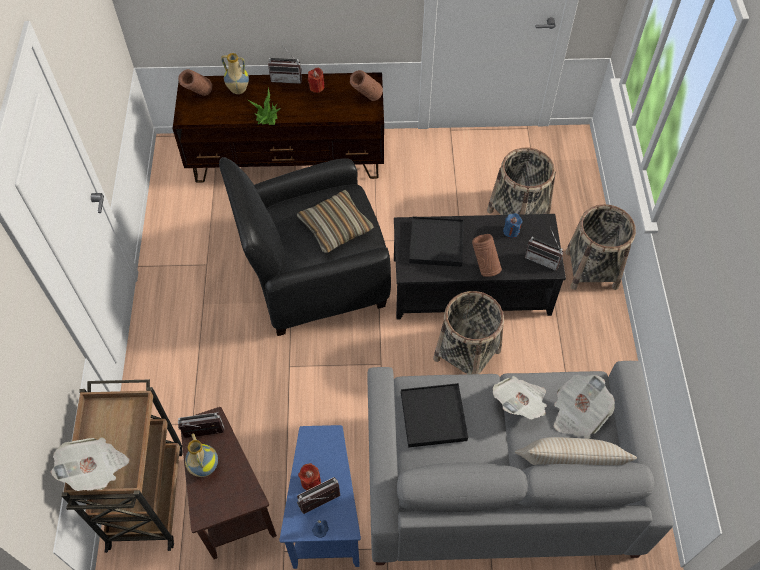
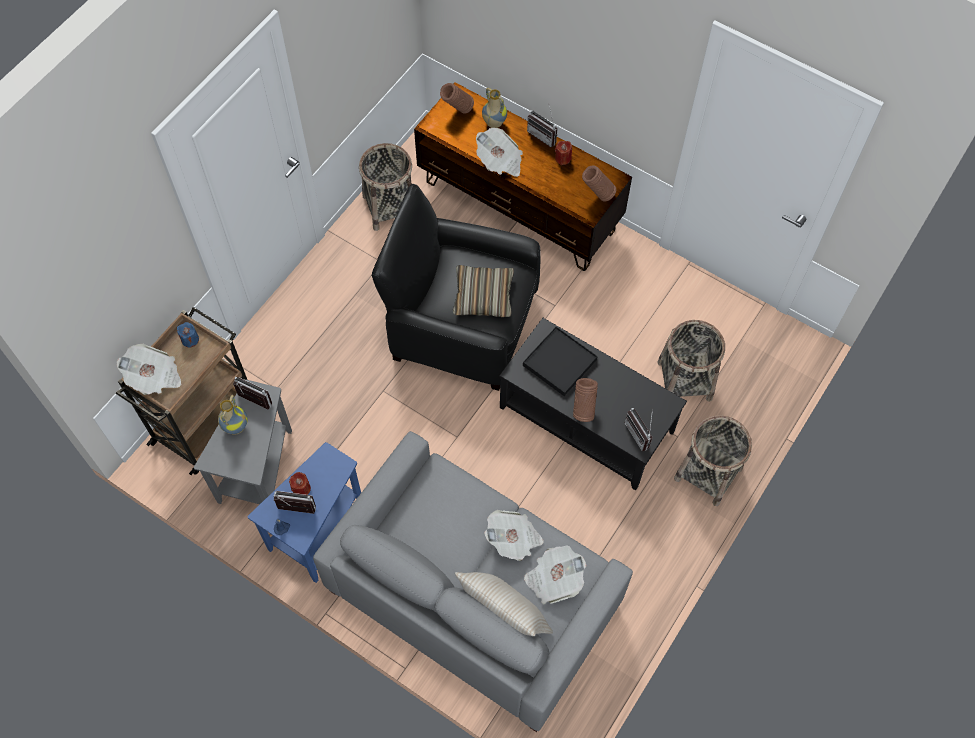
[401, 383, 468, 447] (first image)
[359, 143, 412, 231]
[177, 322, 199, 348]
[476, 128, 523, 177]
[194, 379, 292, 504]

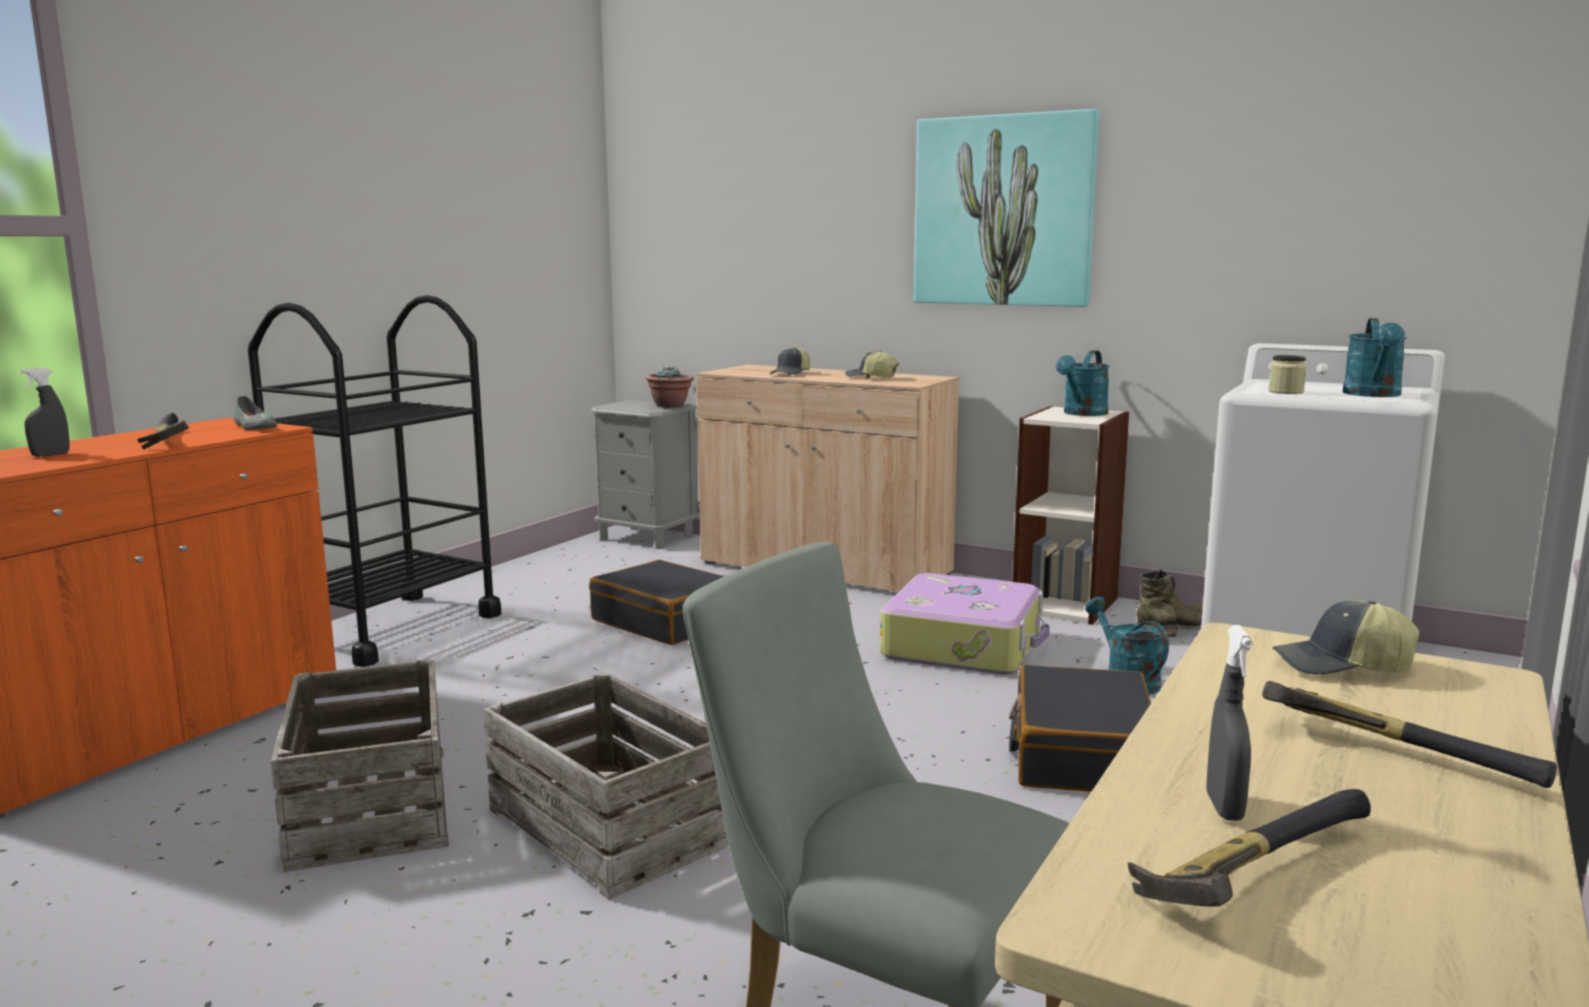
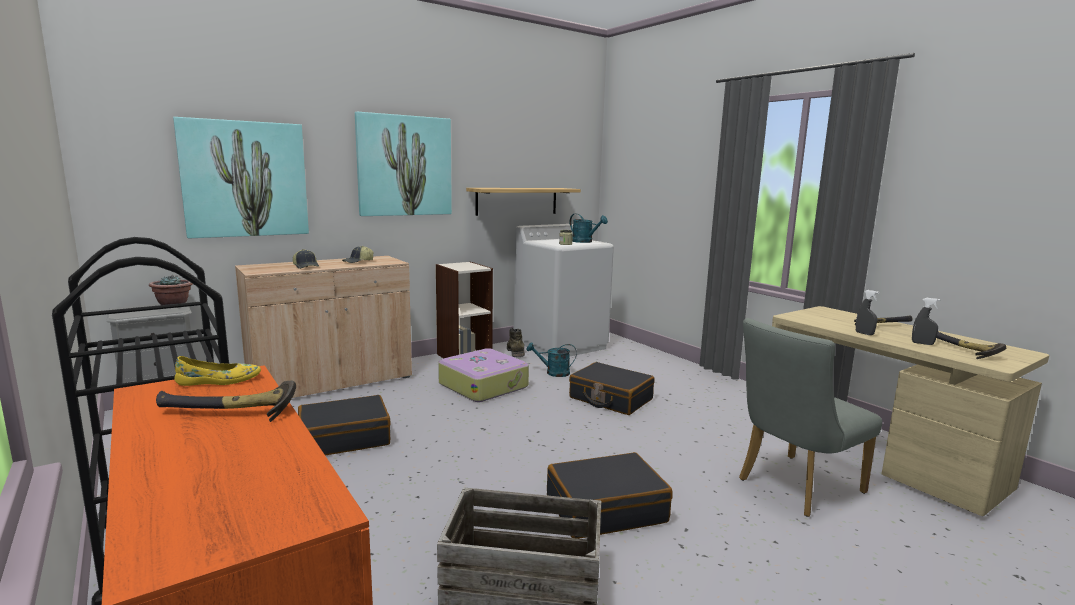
[1056, 350, 1109, 416] (first image)
[1272, 600, 1419, 675] (first image)
[173, 117, 309, 238]
[466, 188, 581, 216]
[856, 290, 879, 335]
[547, 452, 673, 539]
[174, 356, 261, 386]

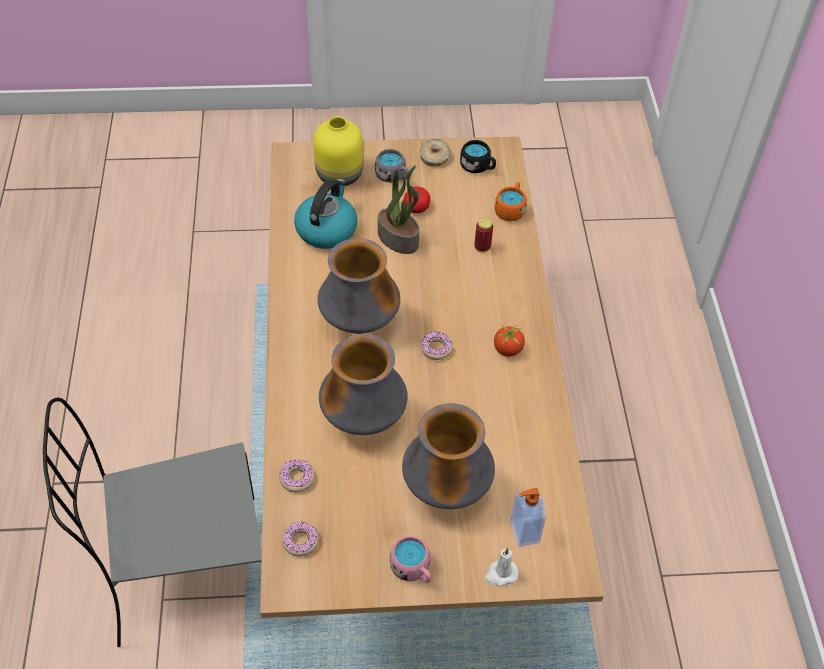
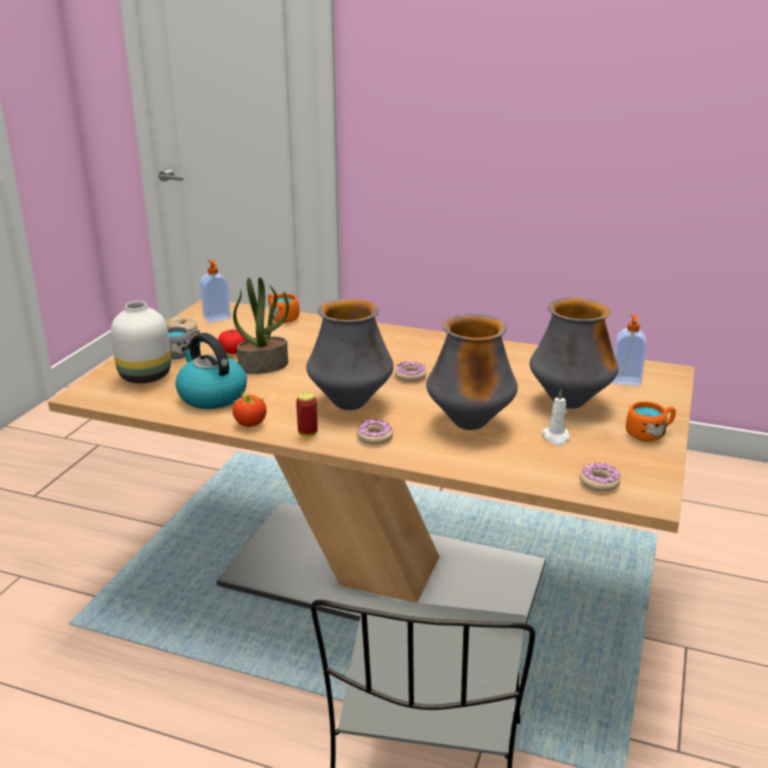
[357, 420, 393, 445]
[296, 392, 318, 437]
[542, 389, 570, 446]
[232, 393, 267, 427]
[200, 260, 231, 323]
[111, 301, 171, 383]
[626, 401, 676, 442]

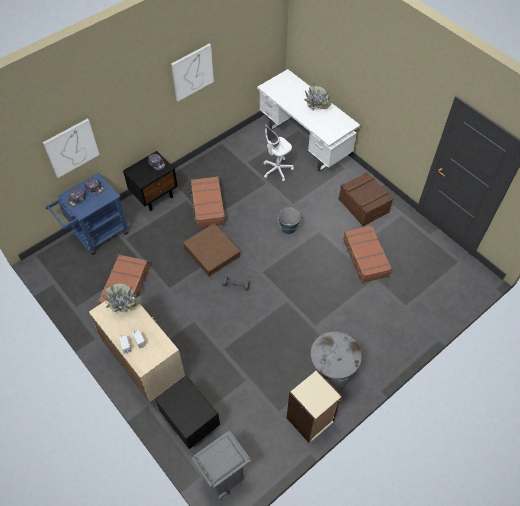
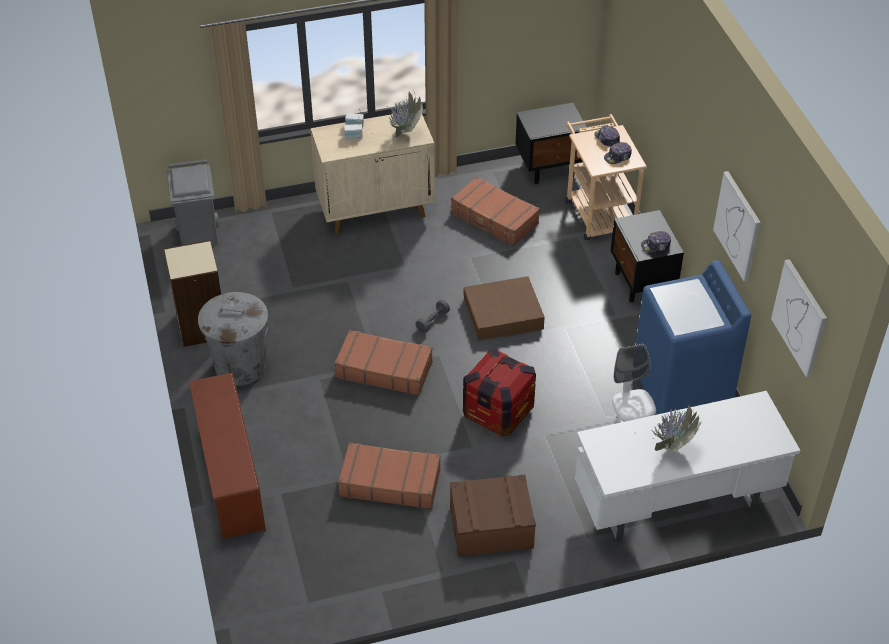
[189, 373, 266, 539]
[635, 260, 751, 414]
[771, 259, 827, 378]
[515, 103, 586, 184]
[335, 330, 433, 396]
[463, 349, 536, 436]
[565, 114, 647, 240]

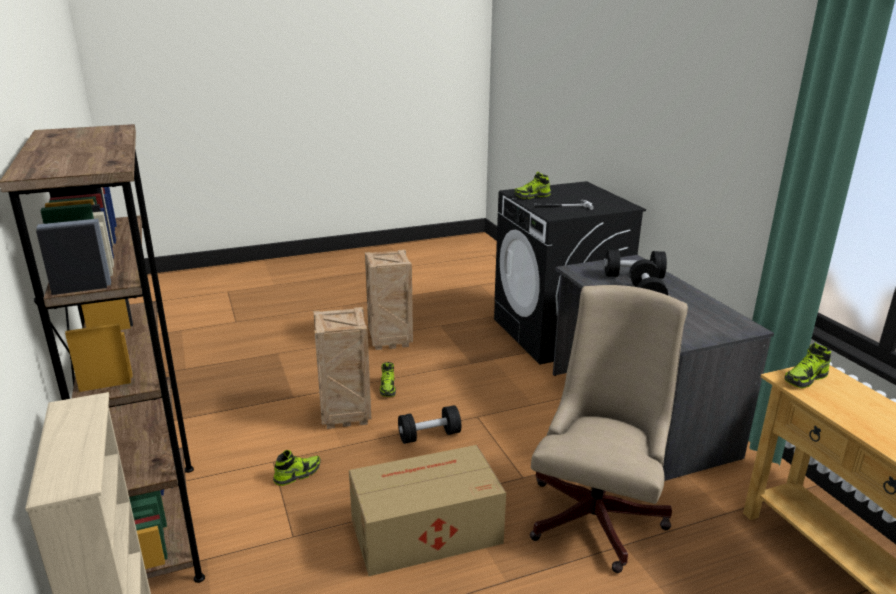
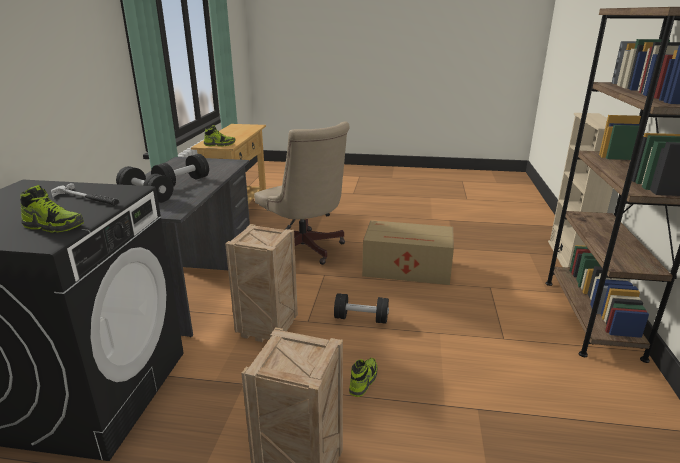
[273, 450, 321, 486] (first image)
[225, 224, 298, 342]
[254, 122, 350, 265]

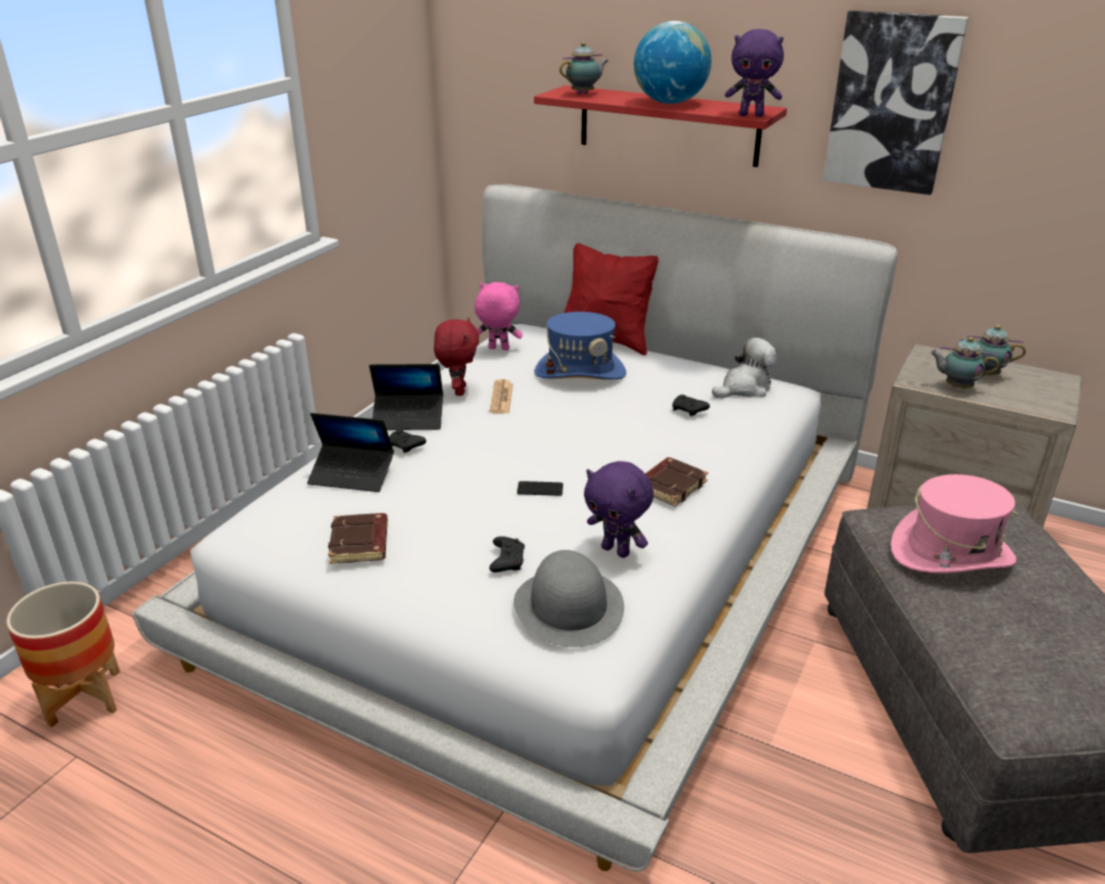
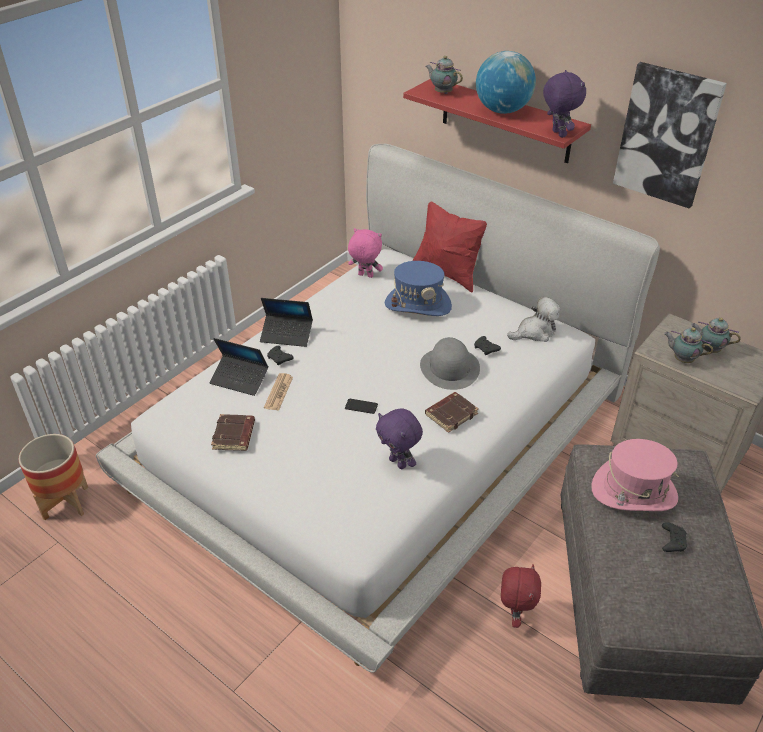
[501, 564, 541, 628]
[264, 373, 293, 411]
[662, 522, 687, 552]
[420, 337, 480, 390]
[425, 56, 463, 94]
[543, 70, 586, 138]

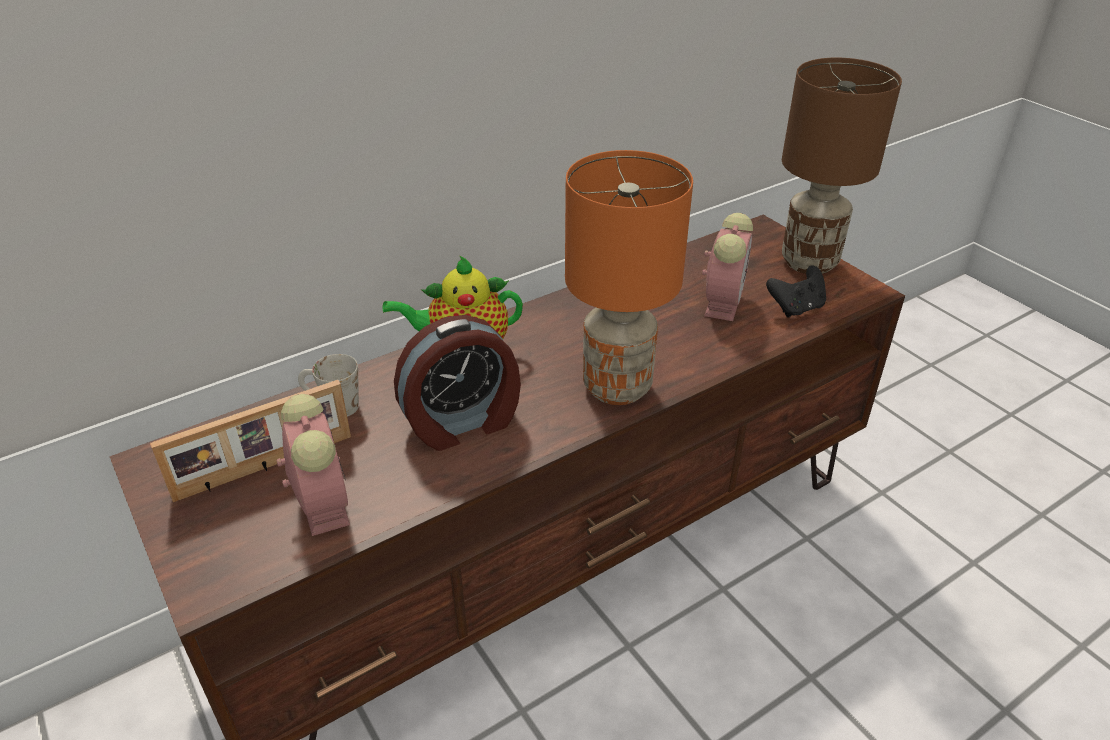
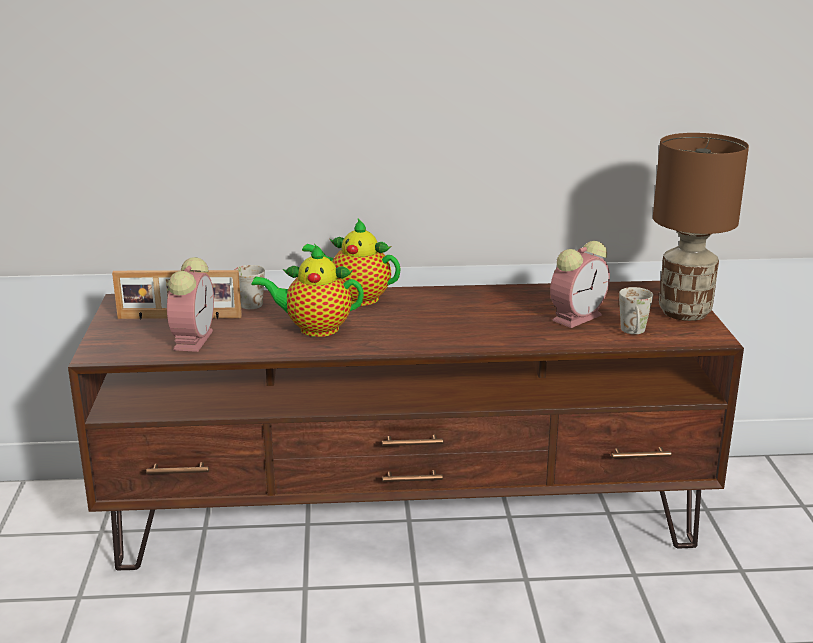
[565, 150, 693, 405] (first image)
[251, 244, 364, 337]
[619, 287, 653, 334]

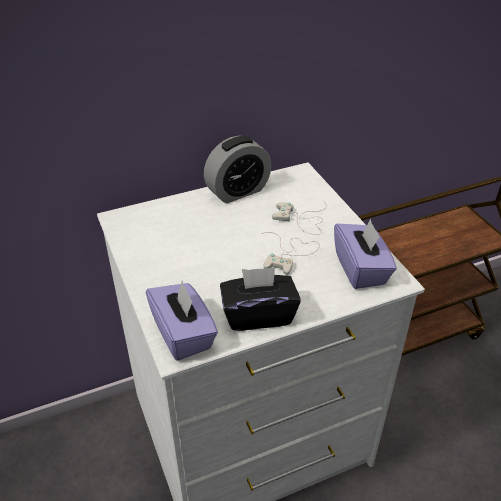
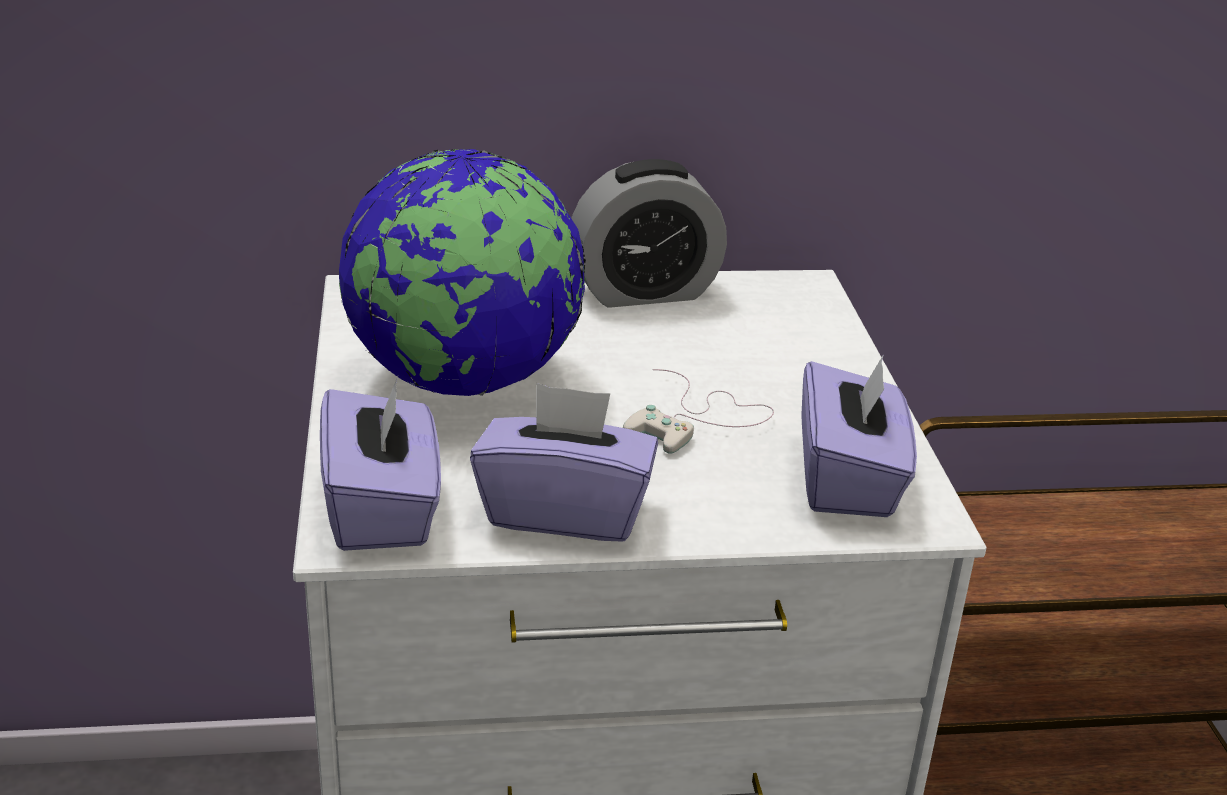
[272, 200, 326, 235] (first image)
[339, 149, 586, 396]
[470, 383, 658, 542]

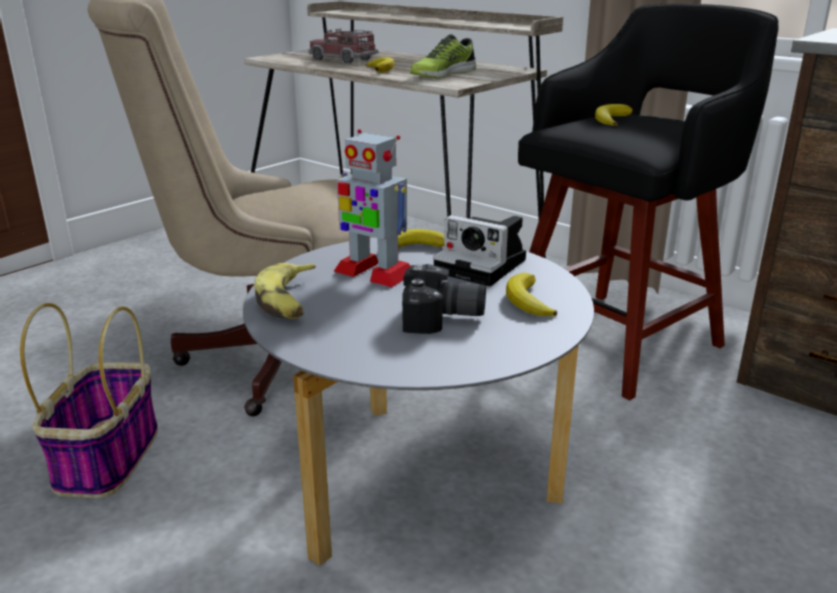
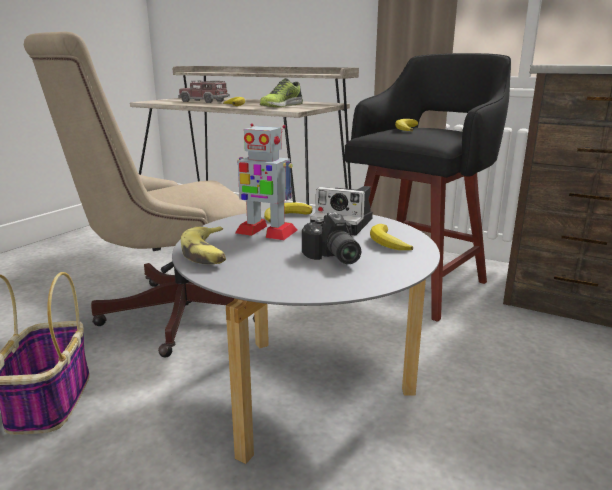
[302, 212, 361, 264]

